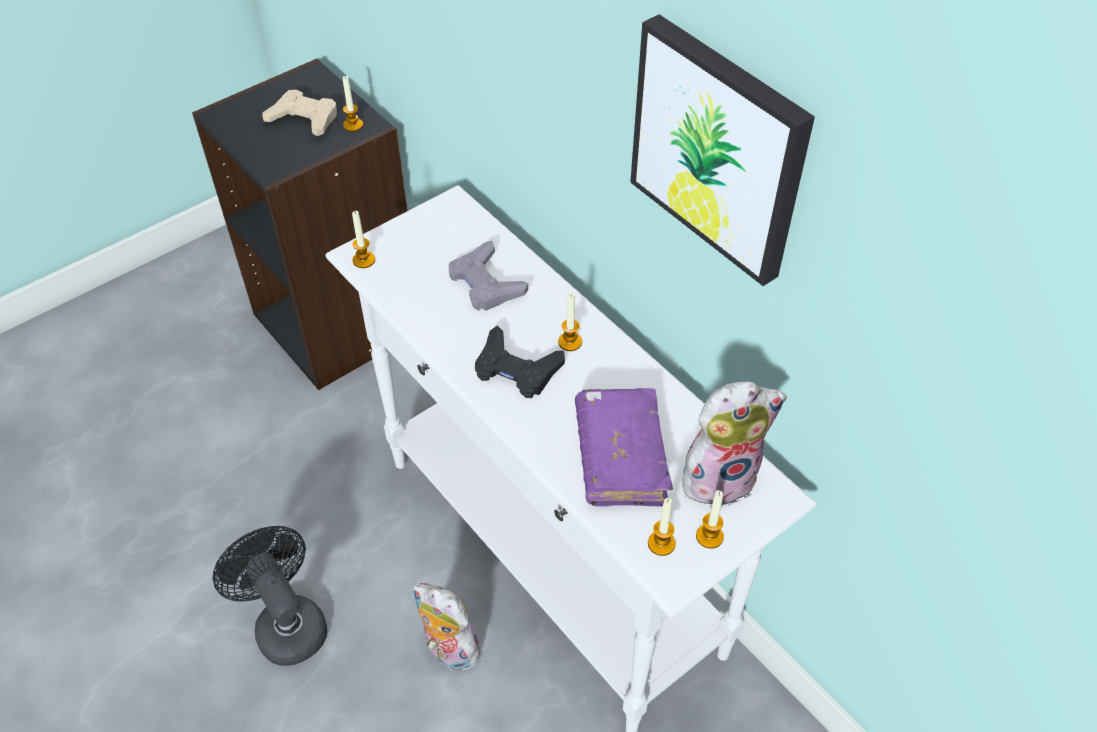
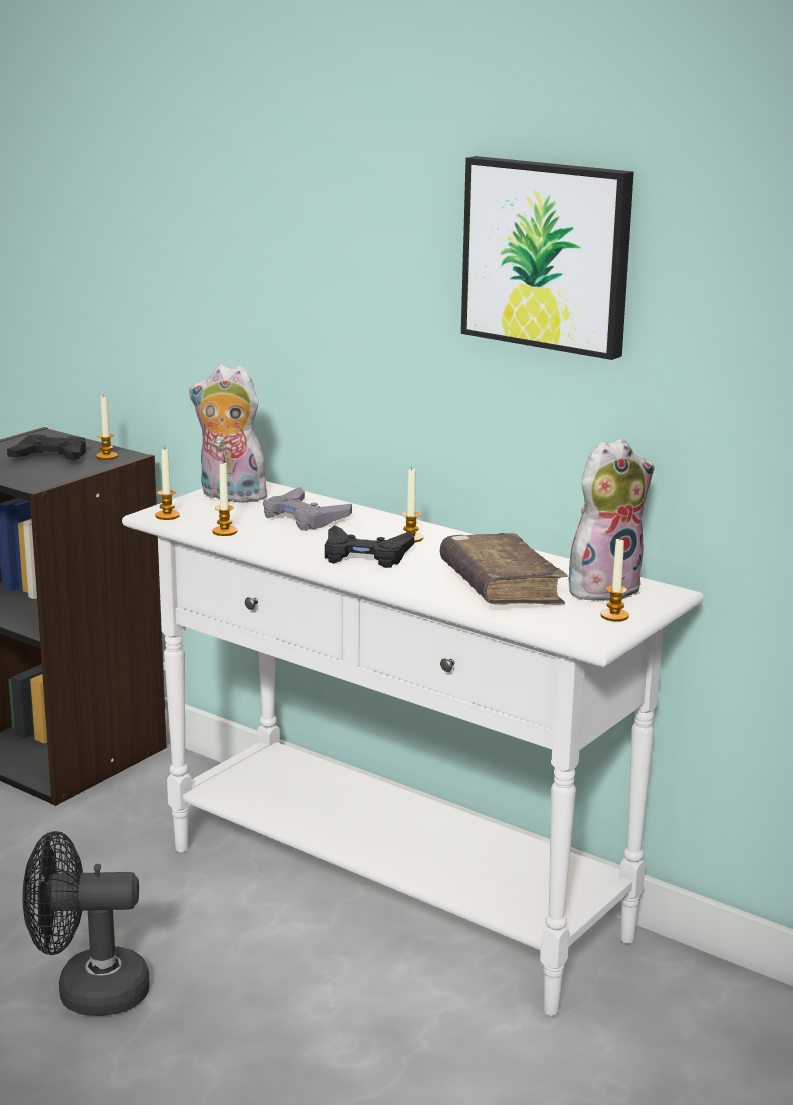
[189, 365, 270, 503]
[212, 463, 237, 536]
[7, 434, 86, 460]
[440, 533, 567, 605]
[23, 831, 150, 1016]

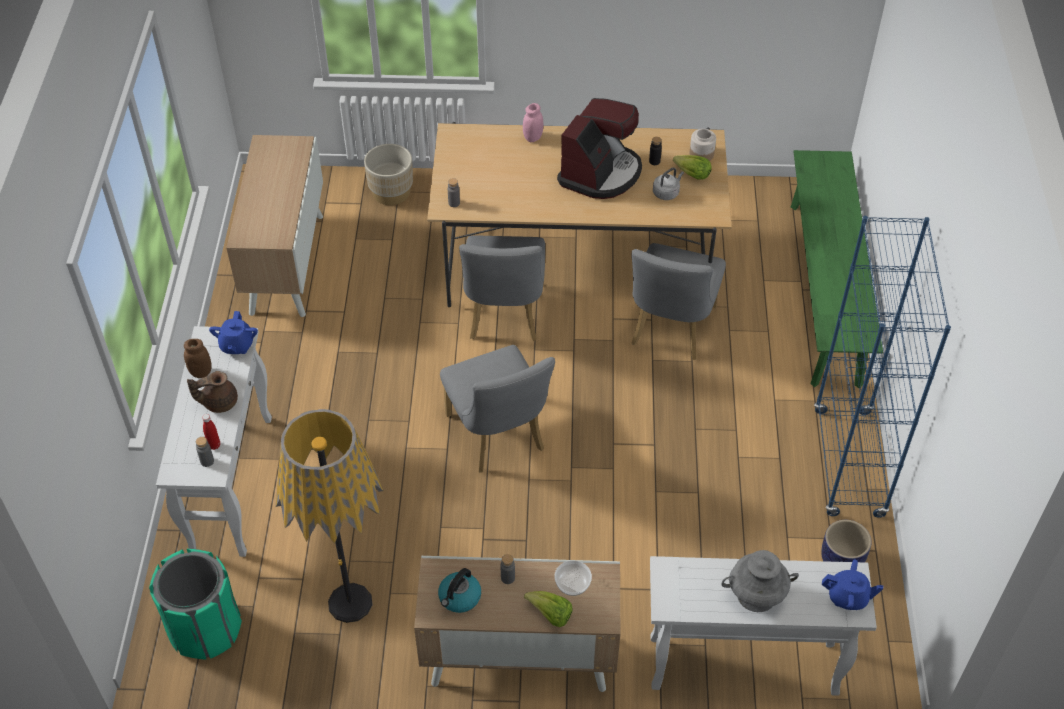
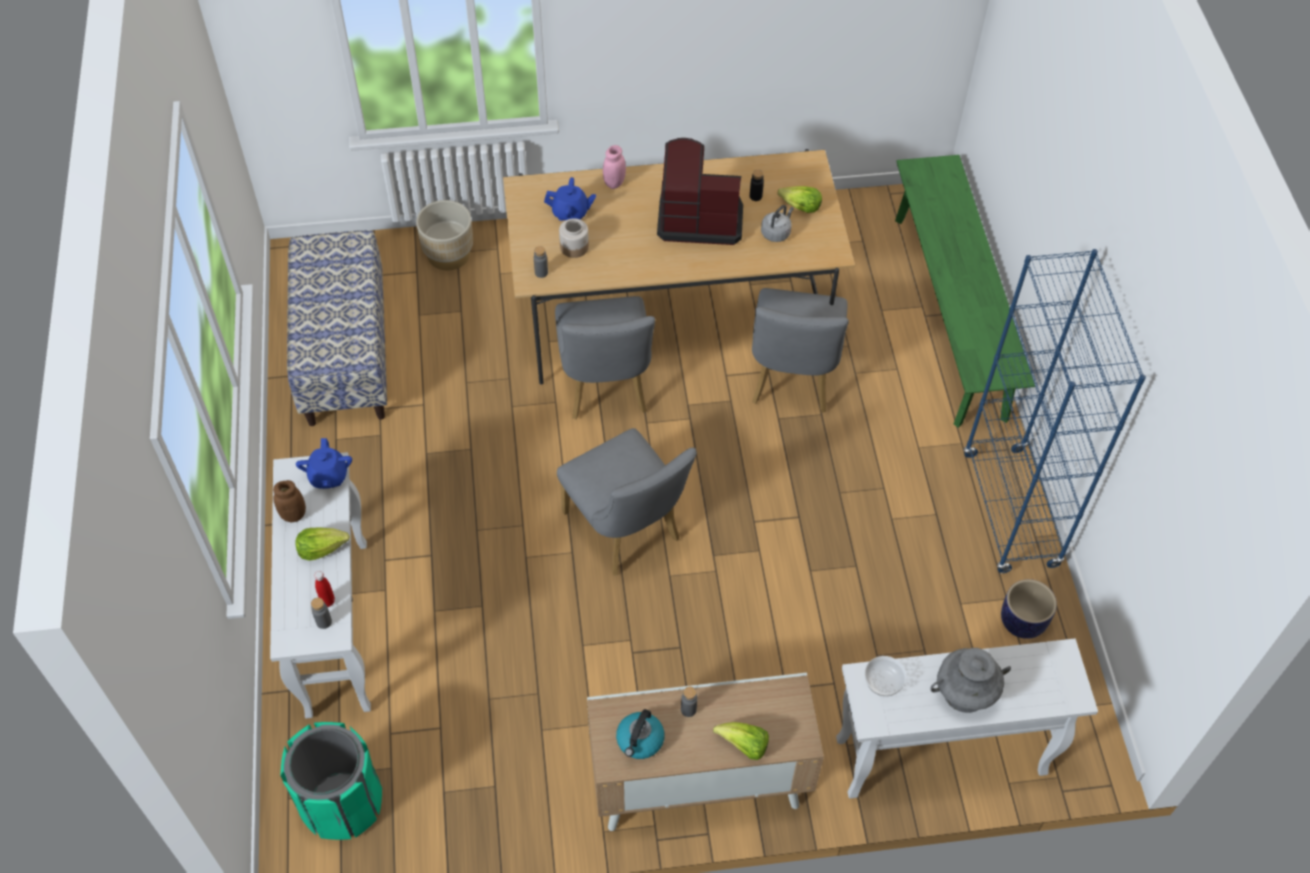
[276, 409, 384, 623] (first image)
[865, 656, 907, 696]
[559, 218, 589, 258]
[544, 177, 596, 221]
[295, 527, 350, 561]
[287, 230, 387, 426]
[657, 138, 743, 245]

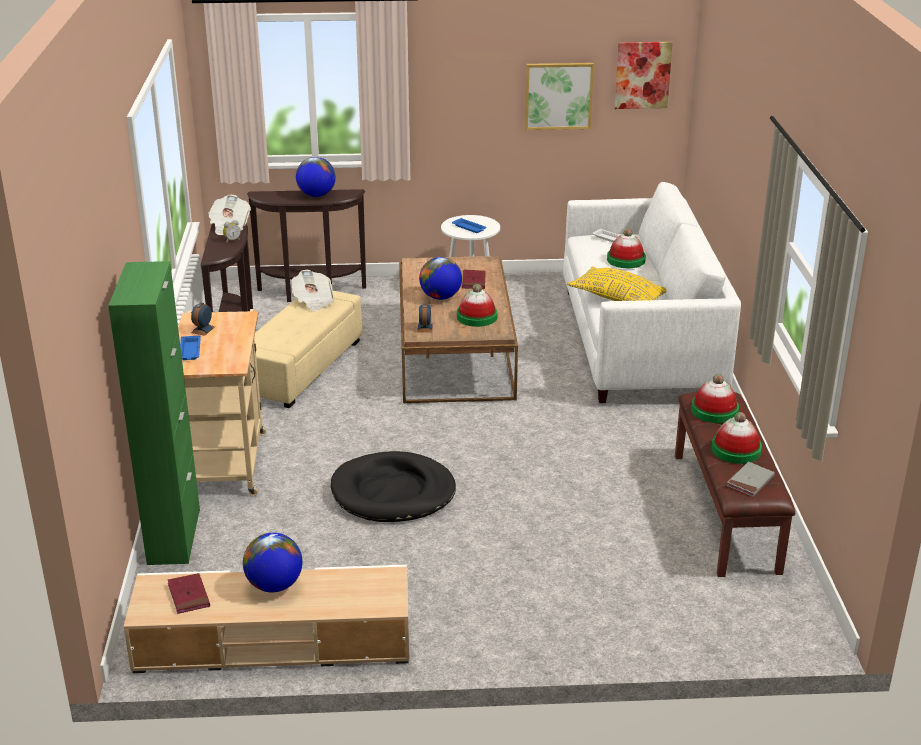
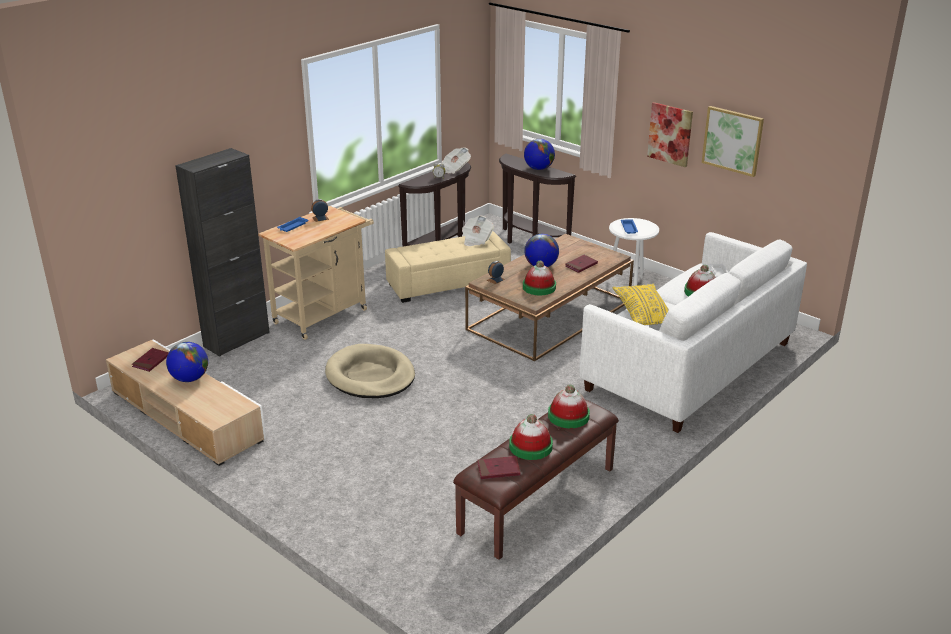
[647, 102, 693, 167]
[175, 148, 270, 356]
[325, 344, 415, 398]
[477, 456, 521, 479]

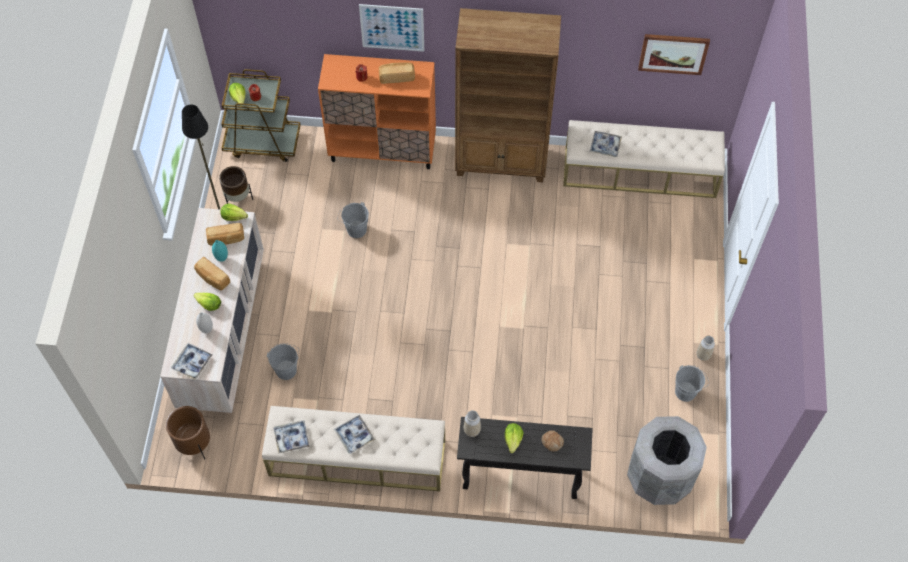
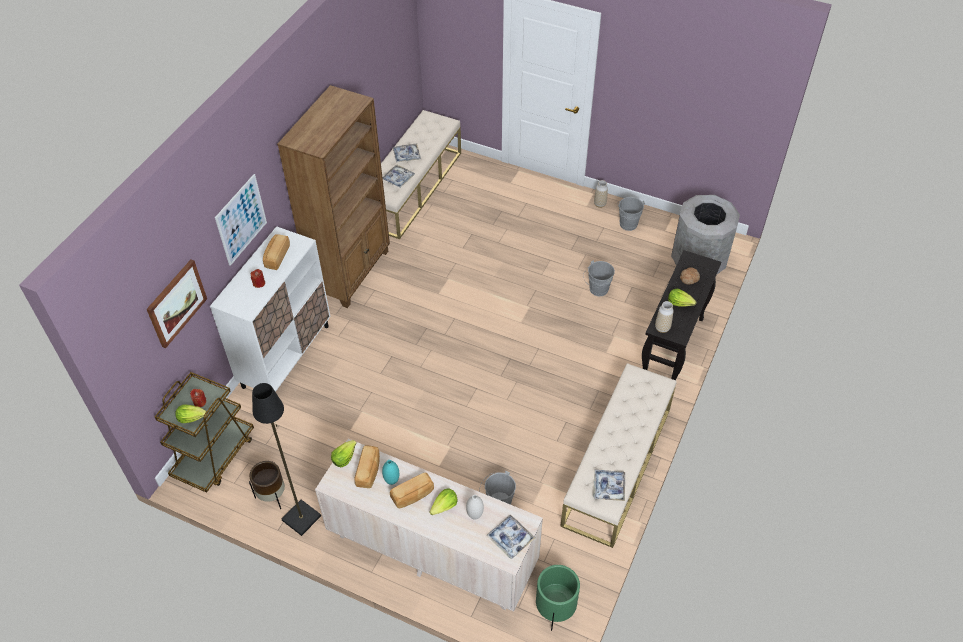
[393, 144, 421, 162]
[583, 260, 615, 296]
[147, 259, 207, 348]
[536, 565, 580, 631]
[210, 226, 330, 392]

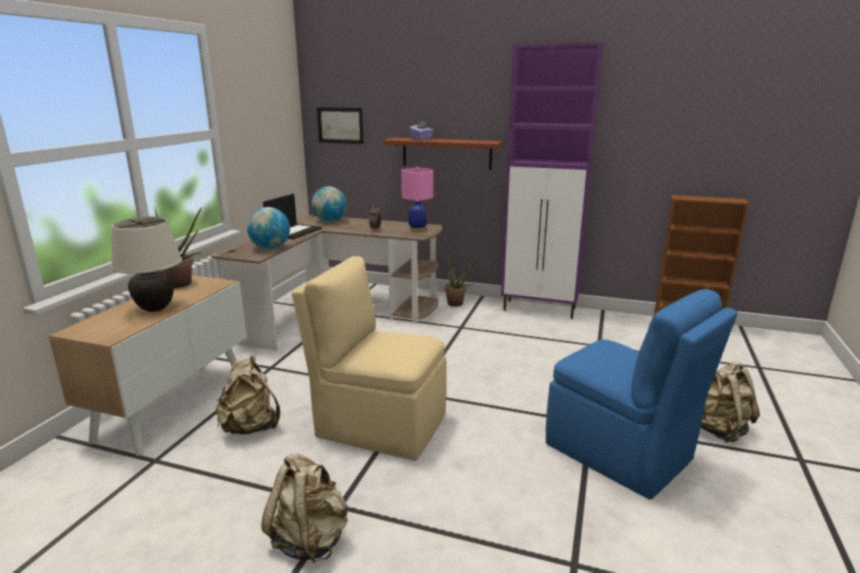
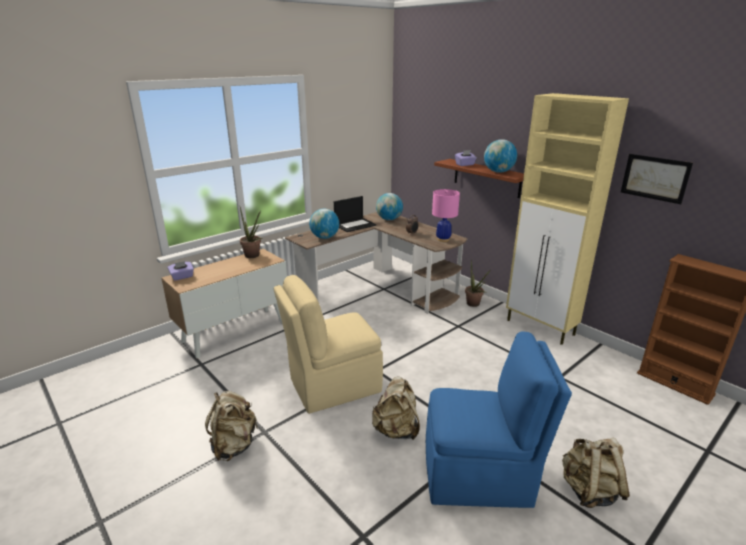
[111, 217, 182, 312] (first image)
[167, 261, 194, 281]
[484, 139, 517, 173]
[372, 377, 420, 440]
[621, 154, 693, 204]
[506, 93, 629, 345]
[274, 275, 383, 414]
[426, 331, 572, 508]

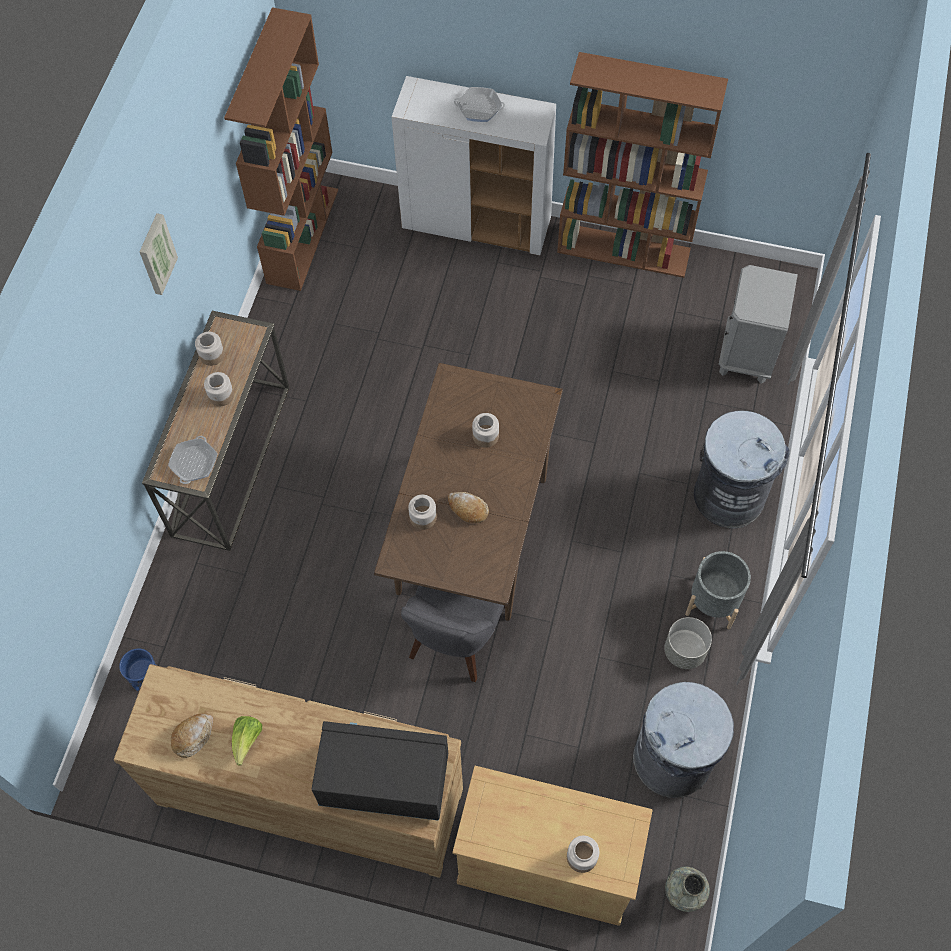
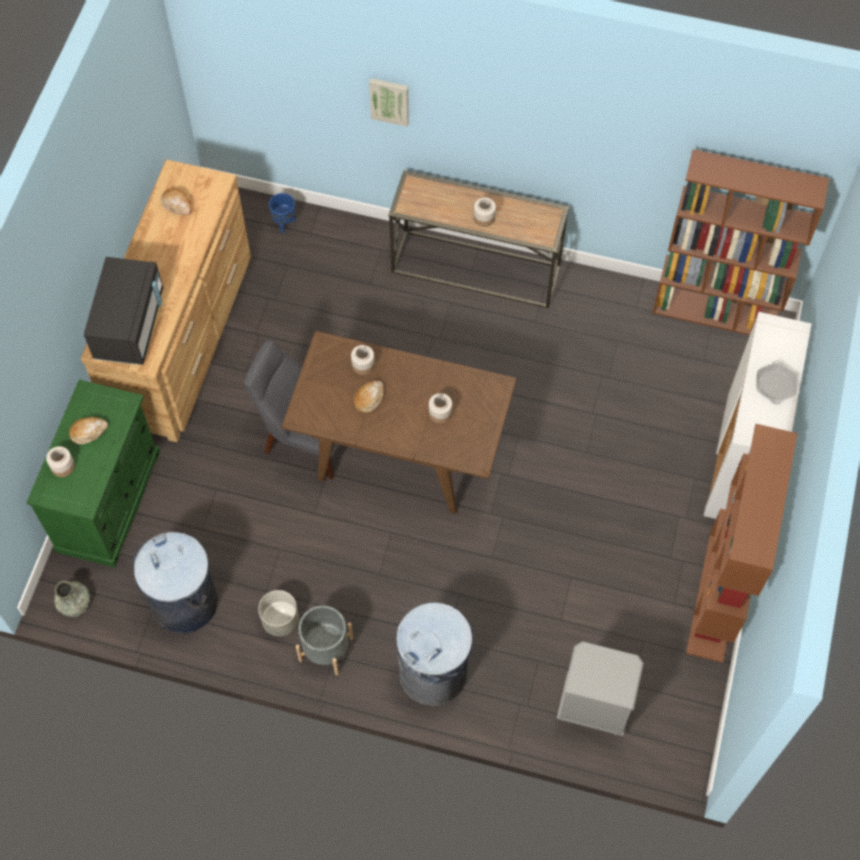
[168, 436, 218, 484] (first image)
[195, 332, 225, 366] (first image)
[232, 716, 262, 766] (first image)
[69, 417, 108, 444]
[369, 78, 409, 127]
[26, 380, 160, 567]

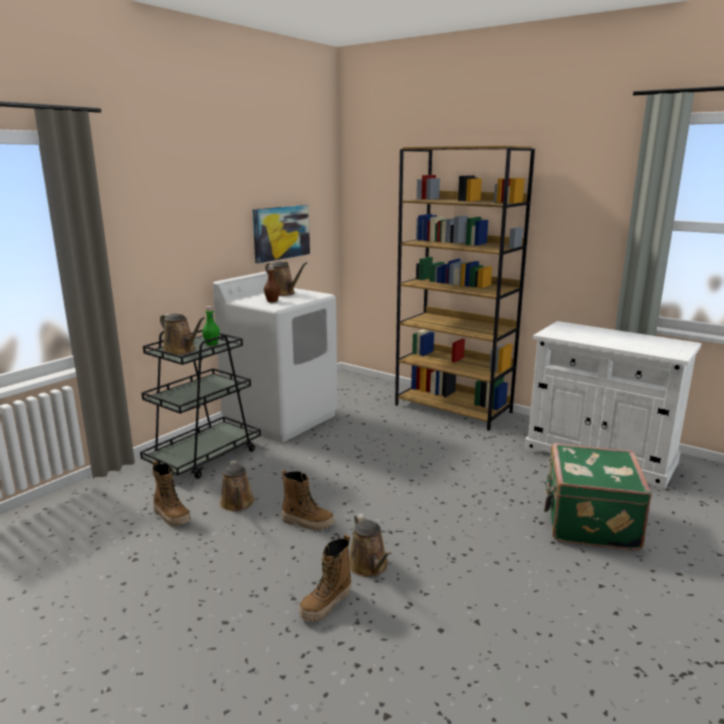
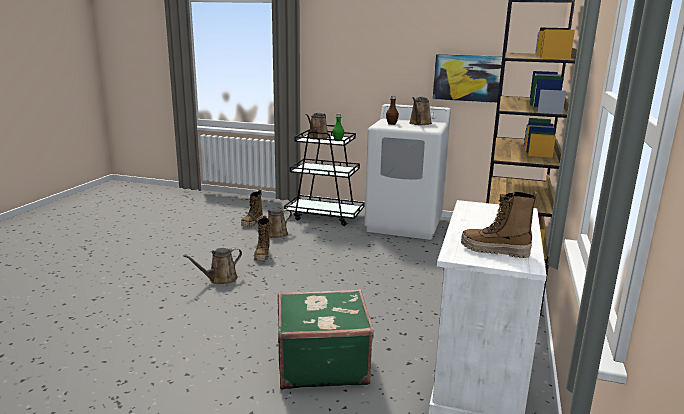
[461, 192, 537, 258]

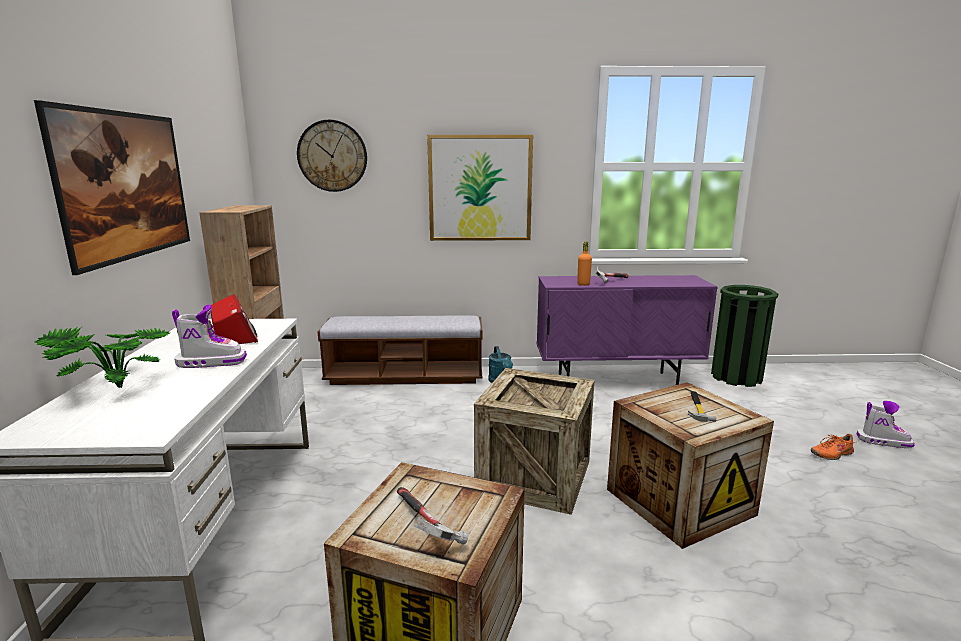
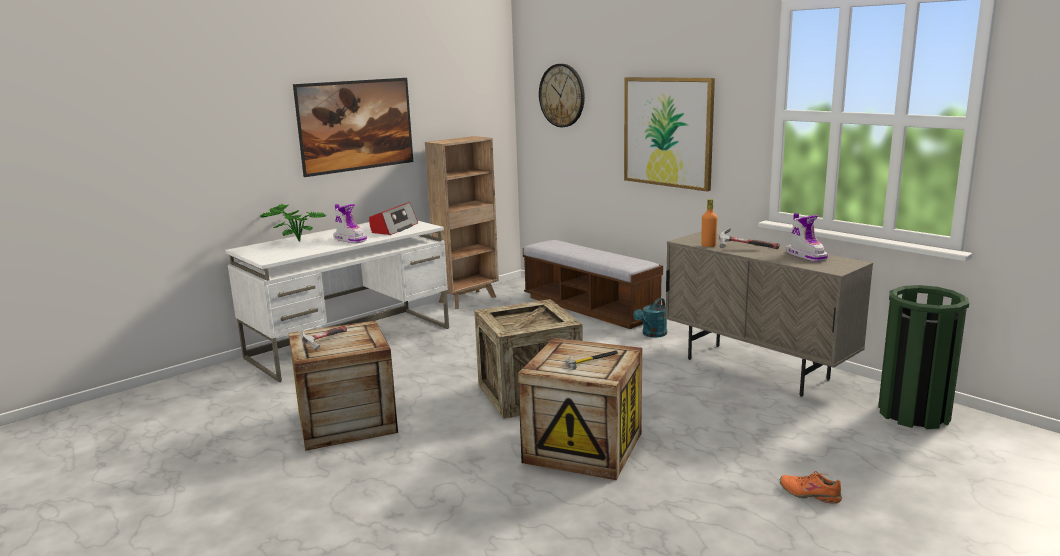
[786, 213, 828, 262]
[665, 232, 873, 397]

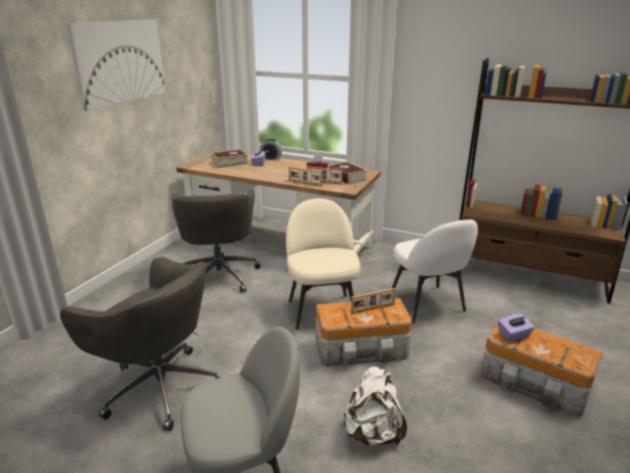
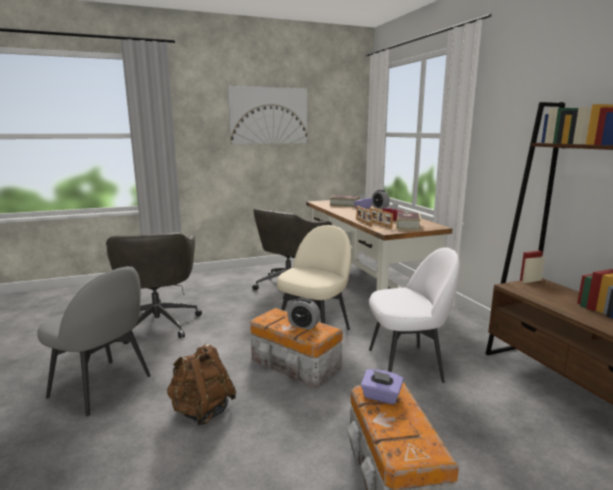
[287, 298, 320, 330]
[167, 343, 236, 426]
[369, 247, 460, 383]

